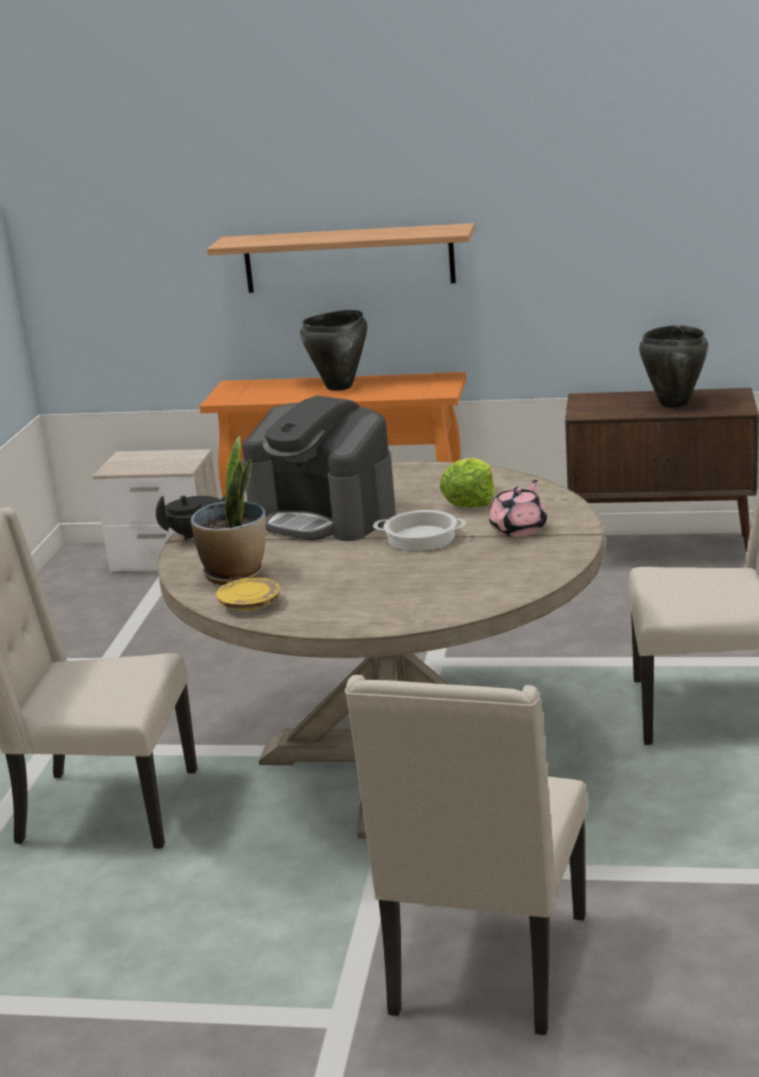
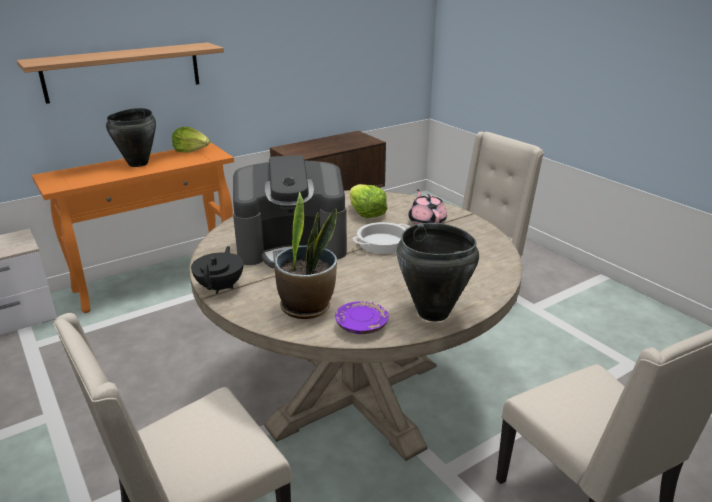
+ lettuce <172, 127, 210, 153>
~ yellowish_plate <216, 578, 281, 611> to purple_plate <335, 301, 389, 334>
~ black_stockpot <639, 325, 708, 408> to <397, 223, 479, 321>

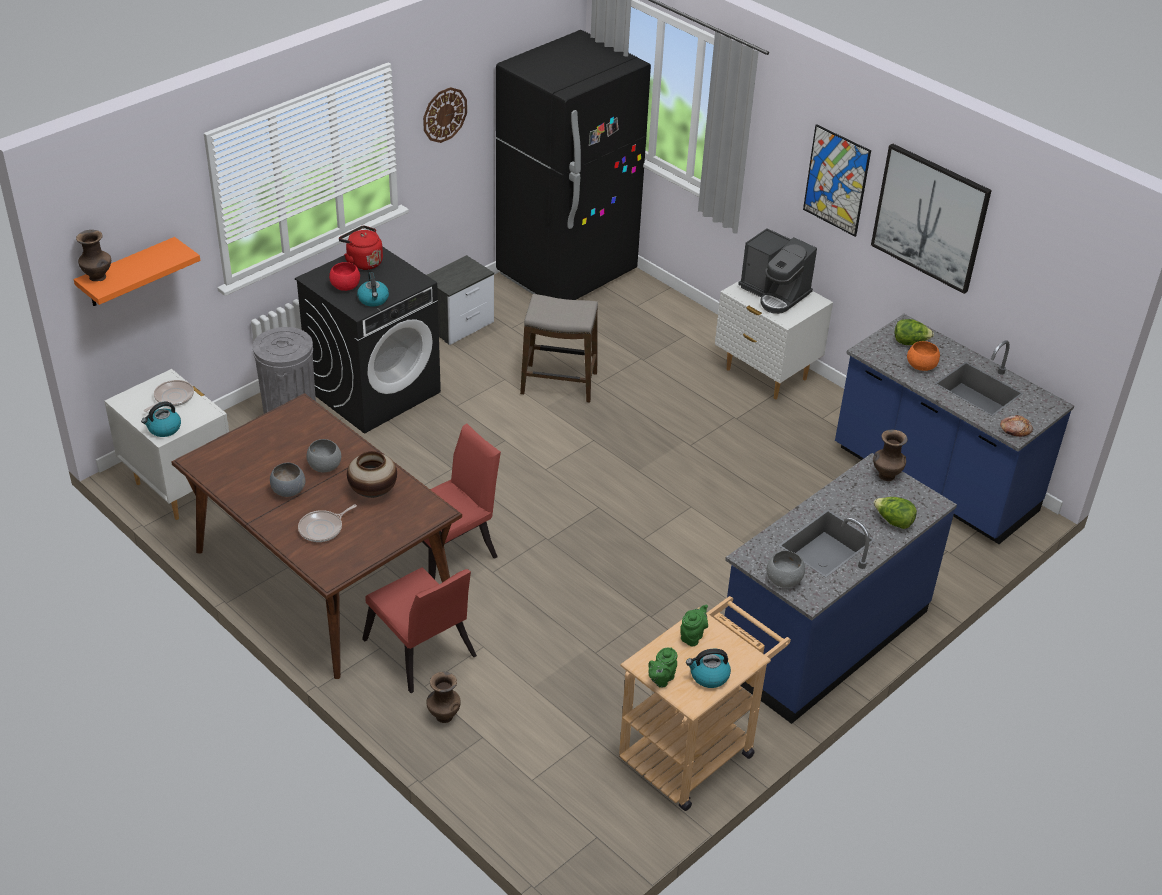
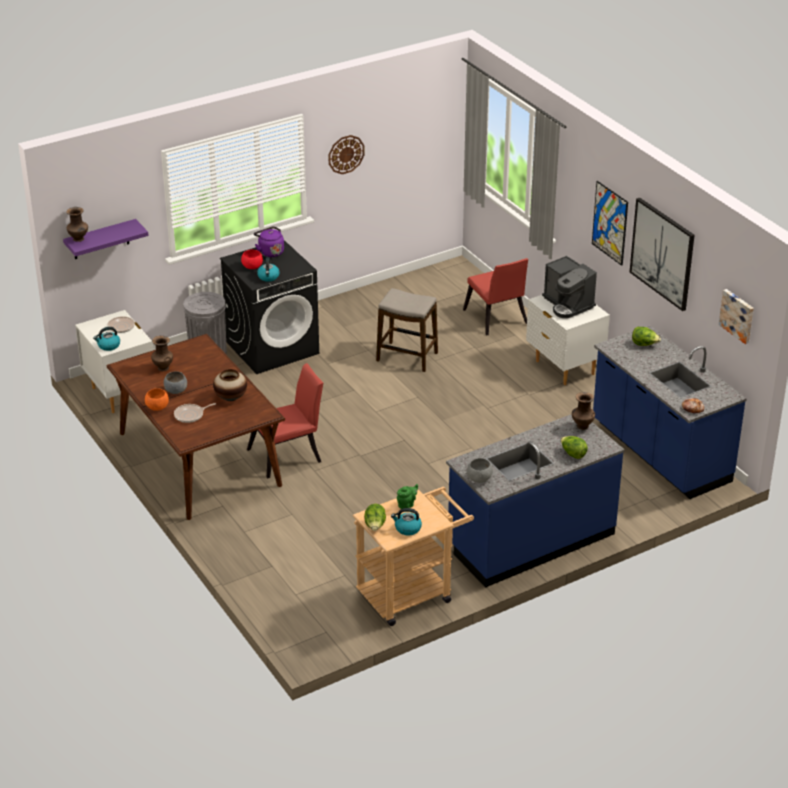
~ orange-coloured_bracket_shelf <74, 237, 200, 306> to purple_bracket_shelf <63, 219, 149, 259>
~ orange-coloured_serving_bowl <907, 341, 940, 371> to <145, 388, 169, 411>
~ brown_vase <426, 672, 461, 723> to <151, 336, 173, 371>
~ reddish_tea_kettle <339, 225, 383, 270> to purple_tea_kettle <254, 226, 284, 257>
~ greenish_tea_pot <648, 647, 677, 688> to lettuce <364, 504, 386, 531>
~ reddish_chair <362, 567, 477, 693> to <463, 258, 528, 335>
+ wall_picture <719, 289, 754, 344>
- gray_serving_bowl <306, 439, 341, 472>
- nightstand <427, 255, 494, 345>
- black_fridge <496, 30, 651, 300>

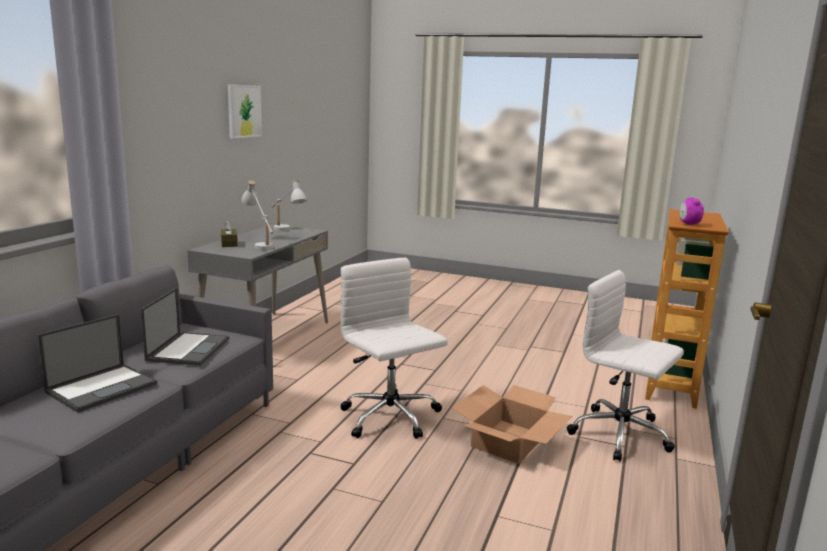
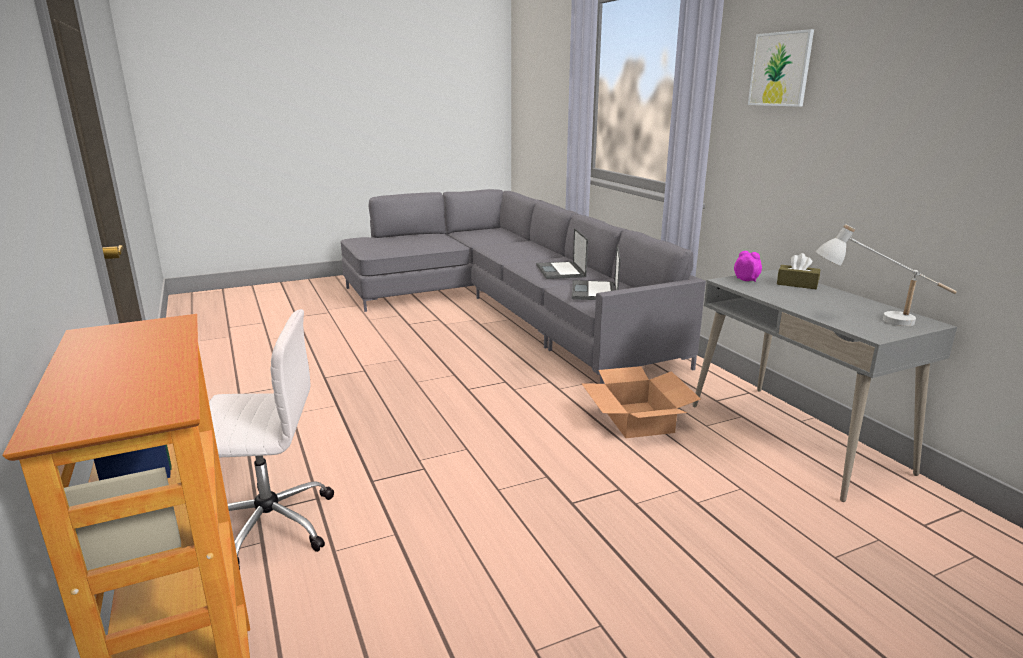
~ laptop <141, 288, 229, 366> = <572, 244, 621, 300> 45 degrees clockwise
~ packing_box <452, 385, 572, 464> to <581, 366, 701, 438>
~ table_clock <679, 197, 704, 226> to <734, 251, 762, 282>
~ wall_picture <228, 84, 262, 139> to <748, 29, 814, 107>
- white-coloured_table_lamp <241, 181, 273, 250>
- white-coloured_desk_chair <340, 258, 448, 439>

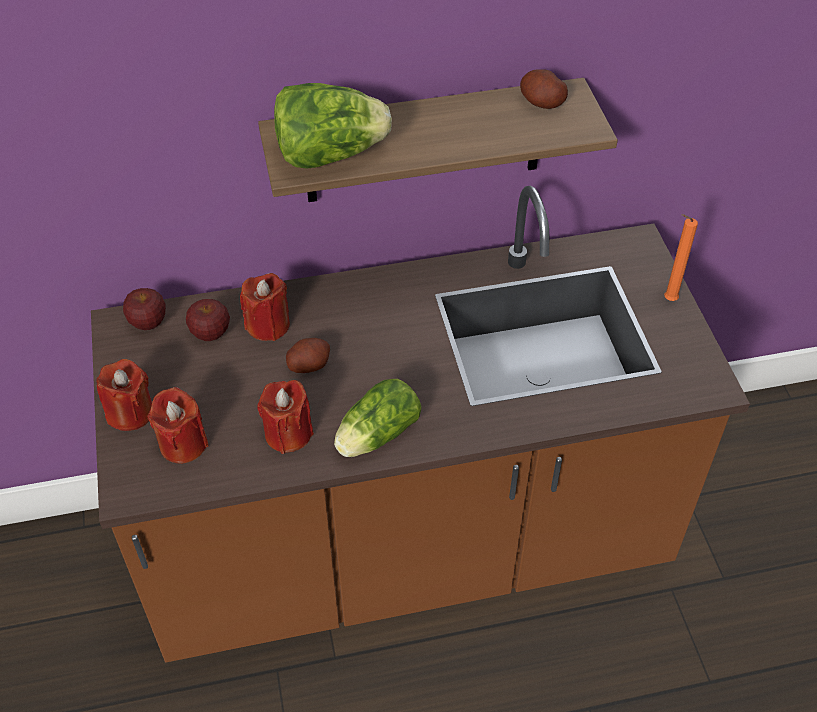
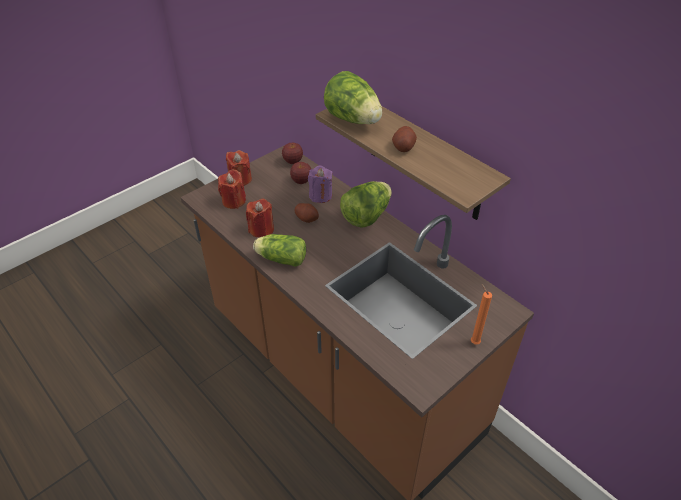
~ reddish_wax_light <240, 273, 290, 341> to purple_wax_light <308, 166, 333, 203>
+ lettuce <340, 181, 392, 228>
~ potato <520, 69, 568, 109> to <392, 126, 417, 152>

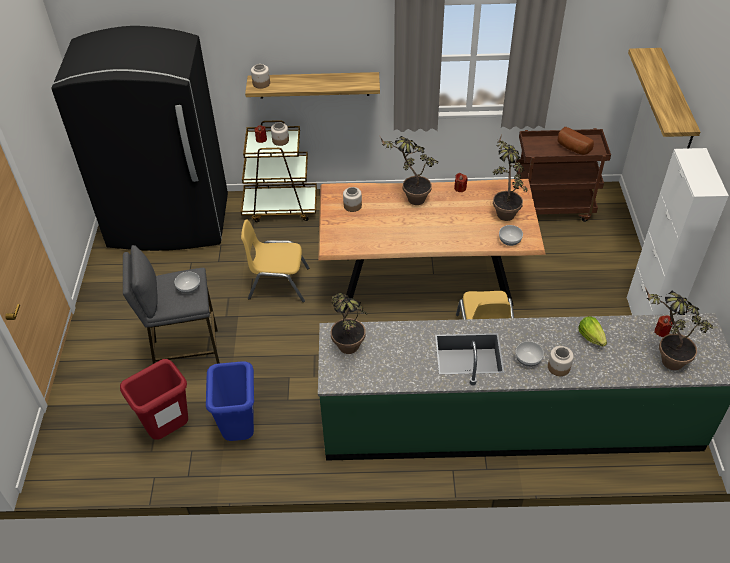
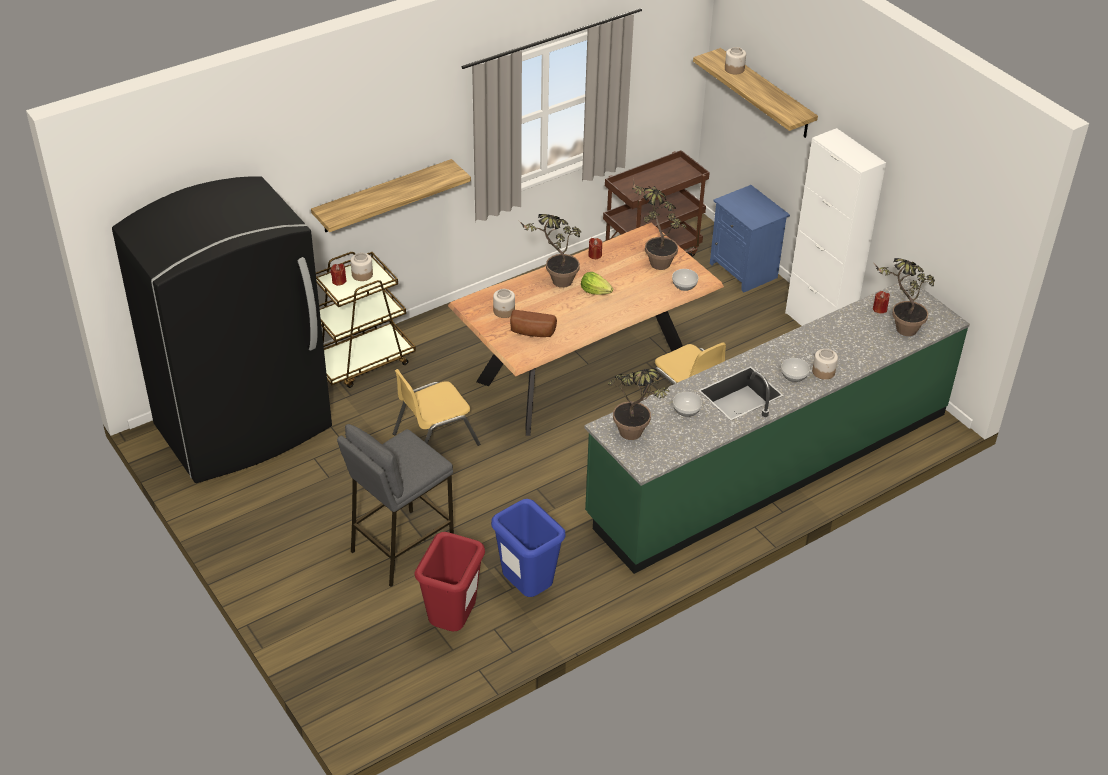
~ bread <558, 127, 594, 155> to <510, 310, 557, 337>
~ lettuce <578, 316, 607, 346> to <581, 272, 613, 295>
~ serving_bowl <175, 272, 200, 294> to <673, 392, 702, 417>
+ blue-coloured_nightstand <710, 185, 790, 292>
~ preserve_jar <251, 64, 270, 89> to <725, 47, 746, 74>

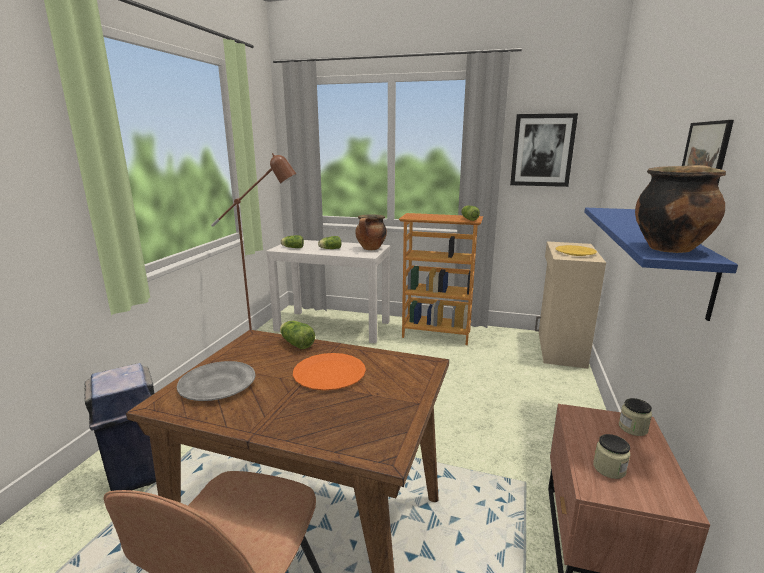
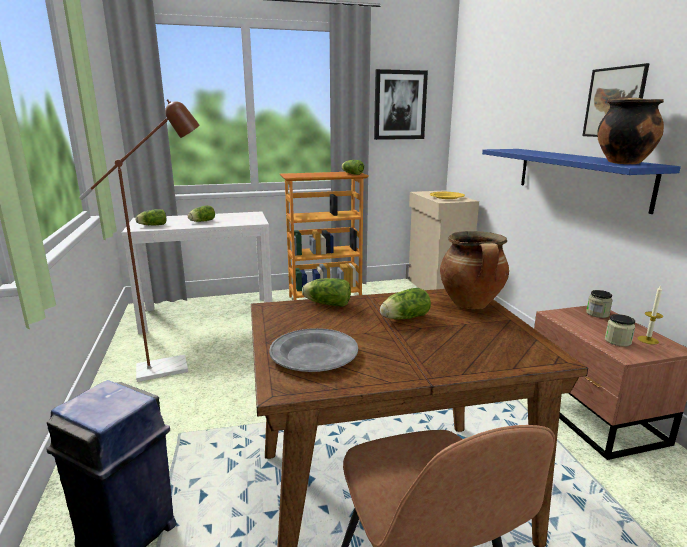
~ orange-coloured_plate <293, 353, 366, 390> to lettuce <380, 288, 431, 320>
~ stockpot <355, 214, 387, 250> to <440, 231, 509, 309>
+ wax_light <638, 286, 663, 344>

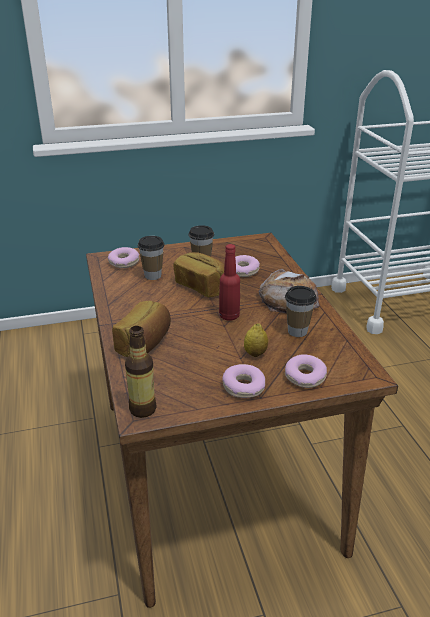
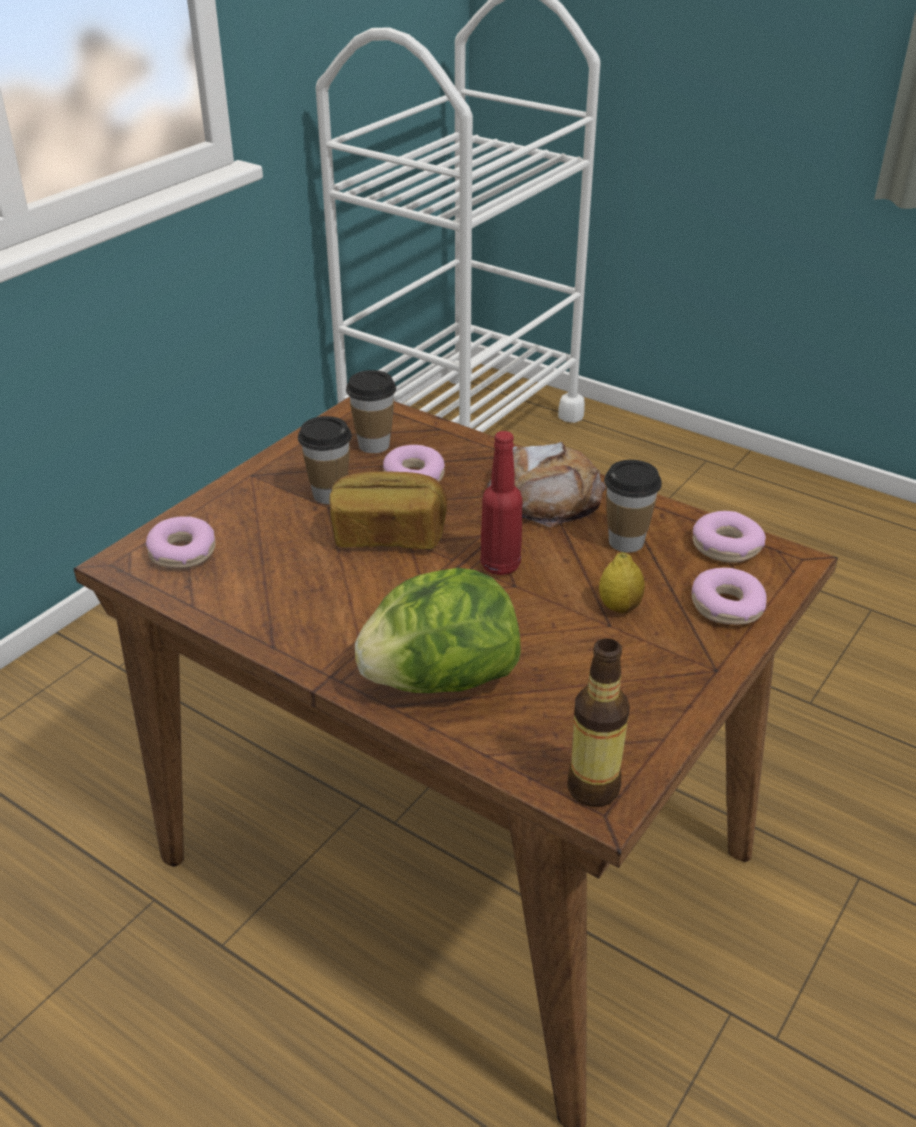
~ drinking_cup <138, 236, 165, 280> to <346, 370, 396, 453>
~ bread <112, 301, 171, 357> to lettuce <355, 568, 521, 693>
~ doughnut <222, 364, 265, 398> to <693, 511, 766, 563>

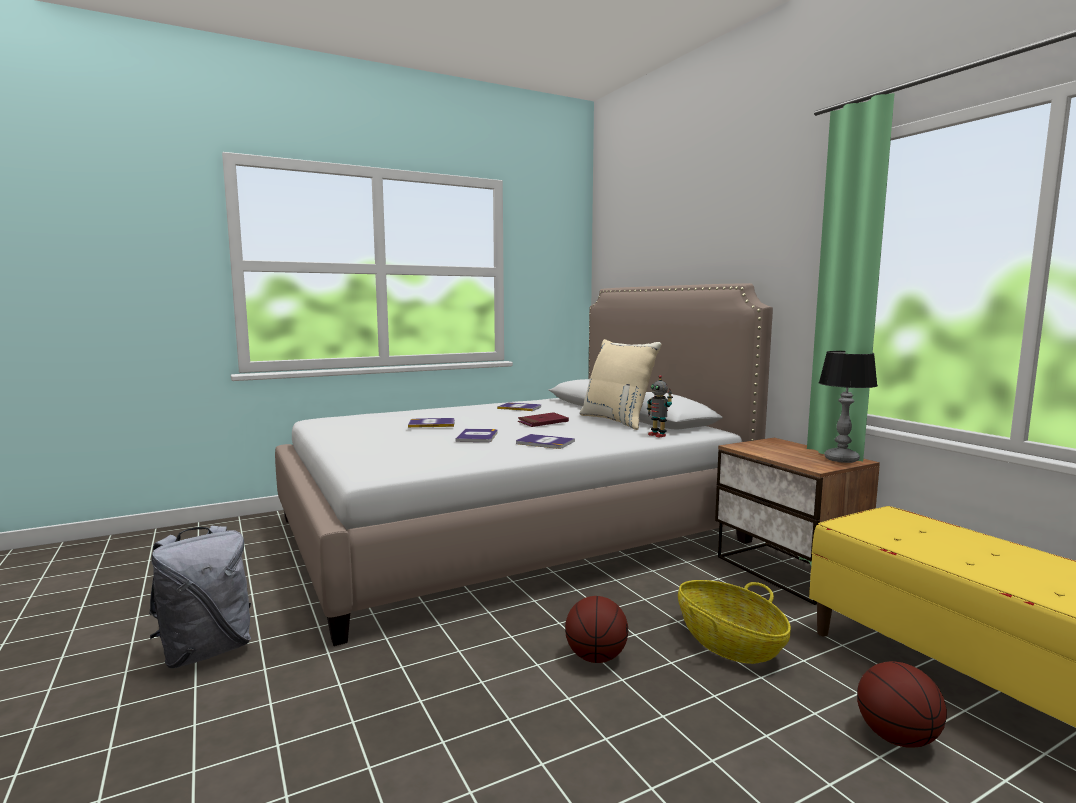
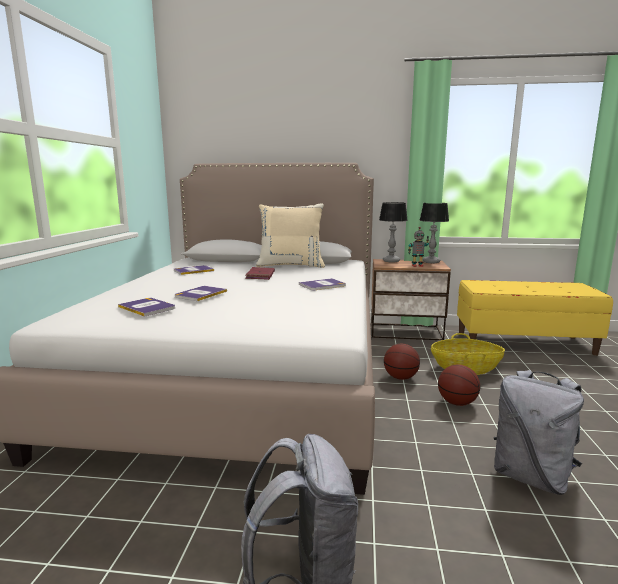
~ volume <455, 429, 497, 442> to <118, 298, 175, 317>
+ table_lamp <379, 202, 408, 262>
~ basketball <857, 661, 947, 748> to <384, 344, 420, 380>
~ robot_figure <647, 375, 673, 437> to <408, 227, 429, 267>
+ gray_backpack <494, 370, 584, 495>

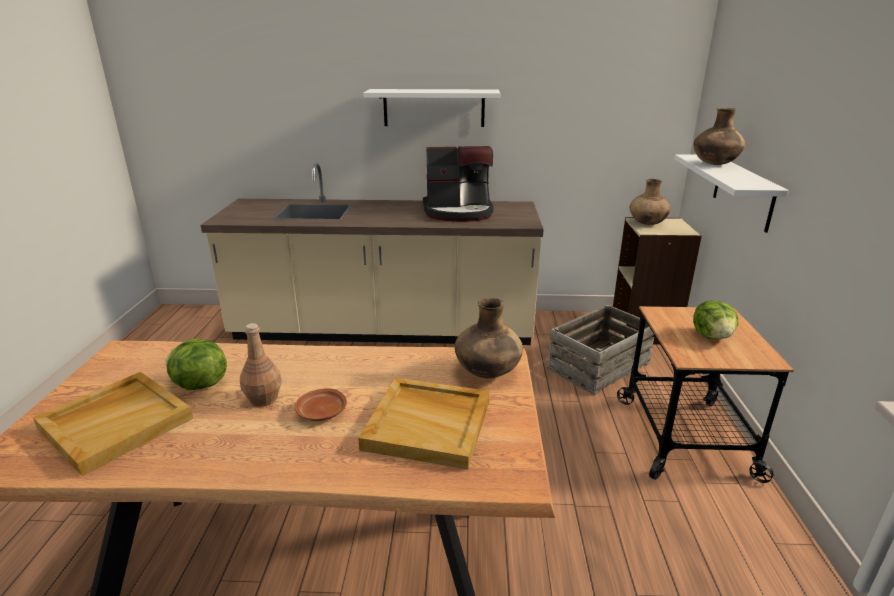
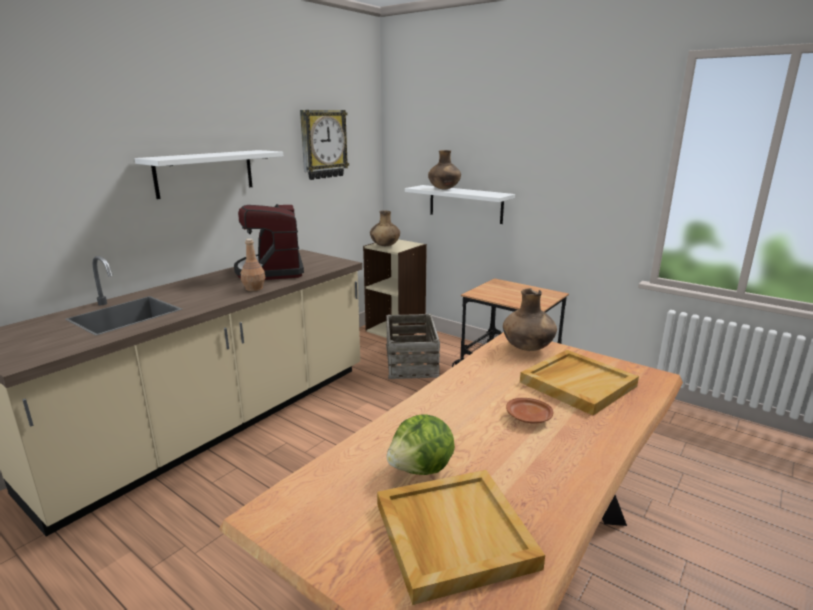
~ coffee_machine <423, 146, 493, 222> = <234, 204, 304, 280> 135 degrees clockwise
~ brown_drink_bottle <240, 323, 282, 407> to <241, 239, 265, 291>
+ wall_clock <300, 110, 349, 180>
- lettuce <693, 300, 738, 340>

